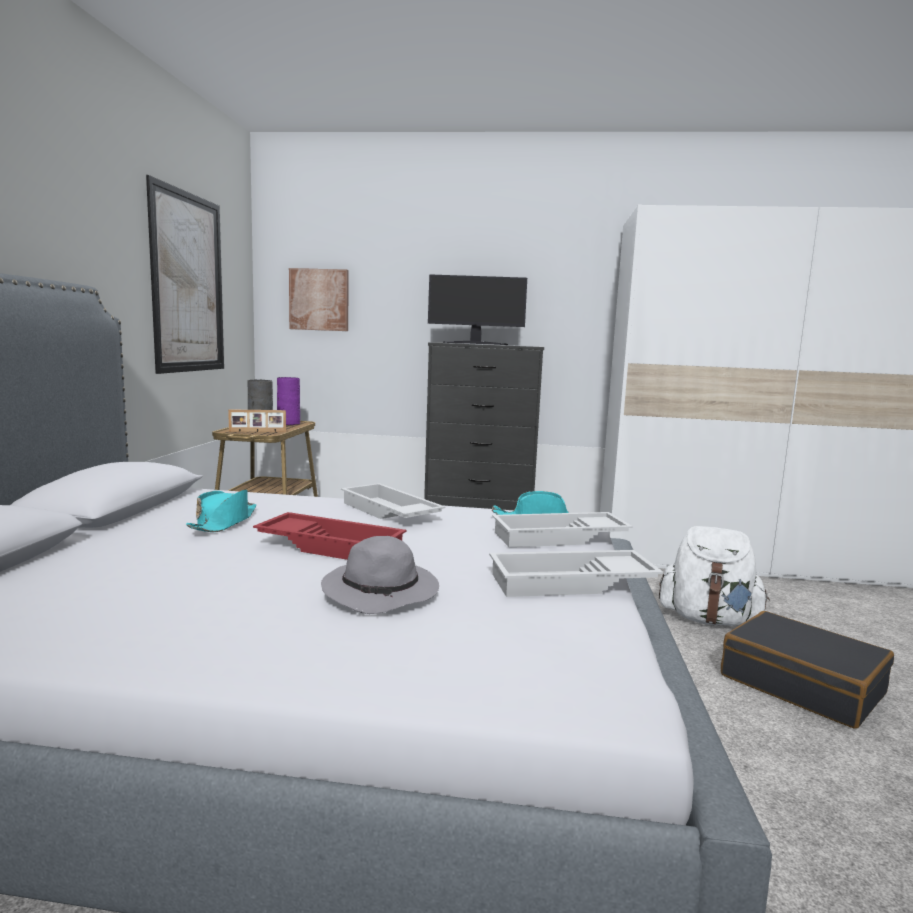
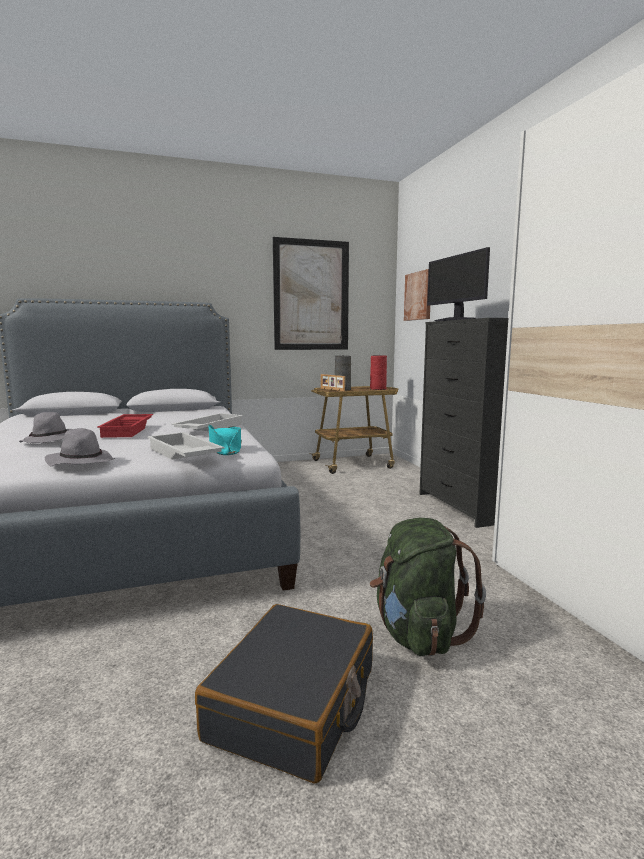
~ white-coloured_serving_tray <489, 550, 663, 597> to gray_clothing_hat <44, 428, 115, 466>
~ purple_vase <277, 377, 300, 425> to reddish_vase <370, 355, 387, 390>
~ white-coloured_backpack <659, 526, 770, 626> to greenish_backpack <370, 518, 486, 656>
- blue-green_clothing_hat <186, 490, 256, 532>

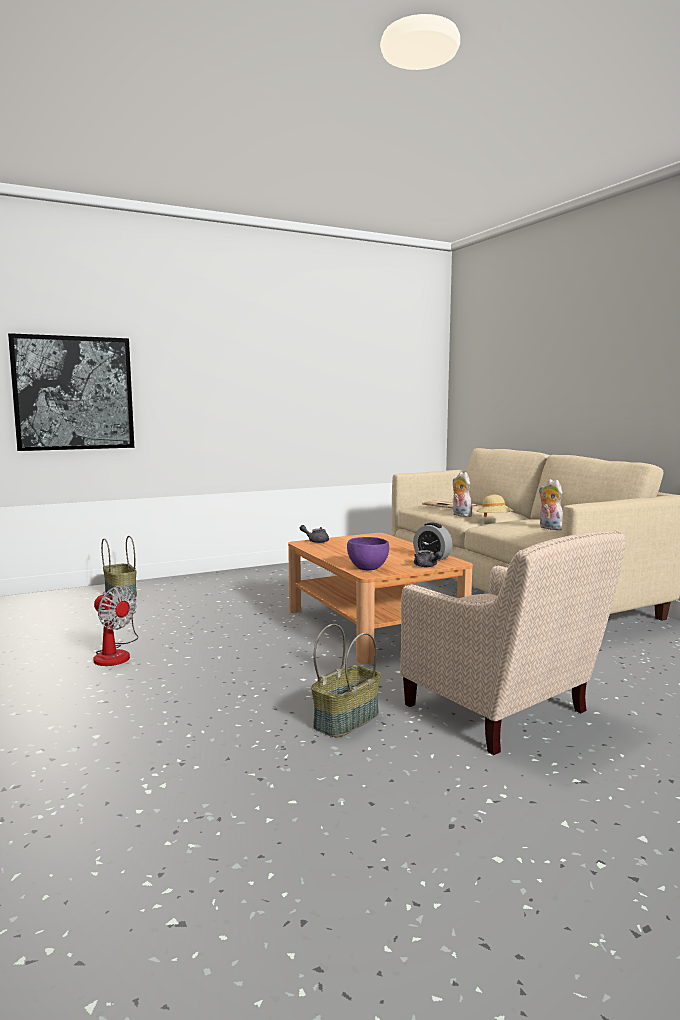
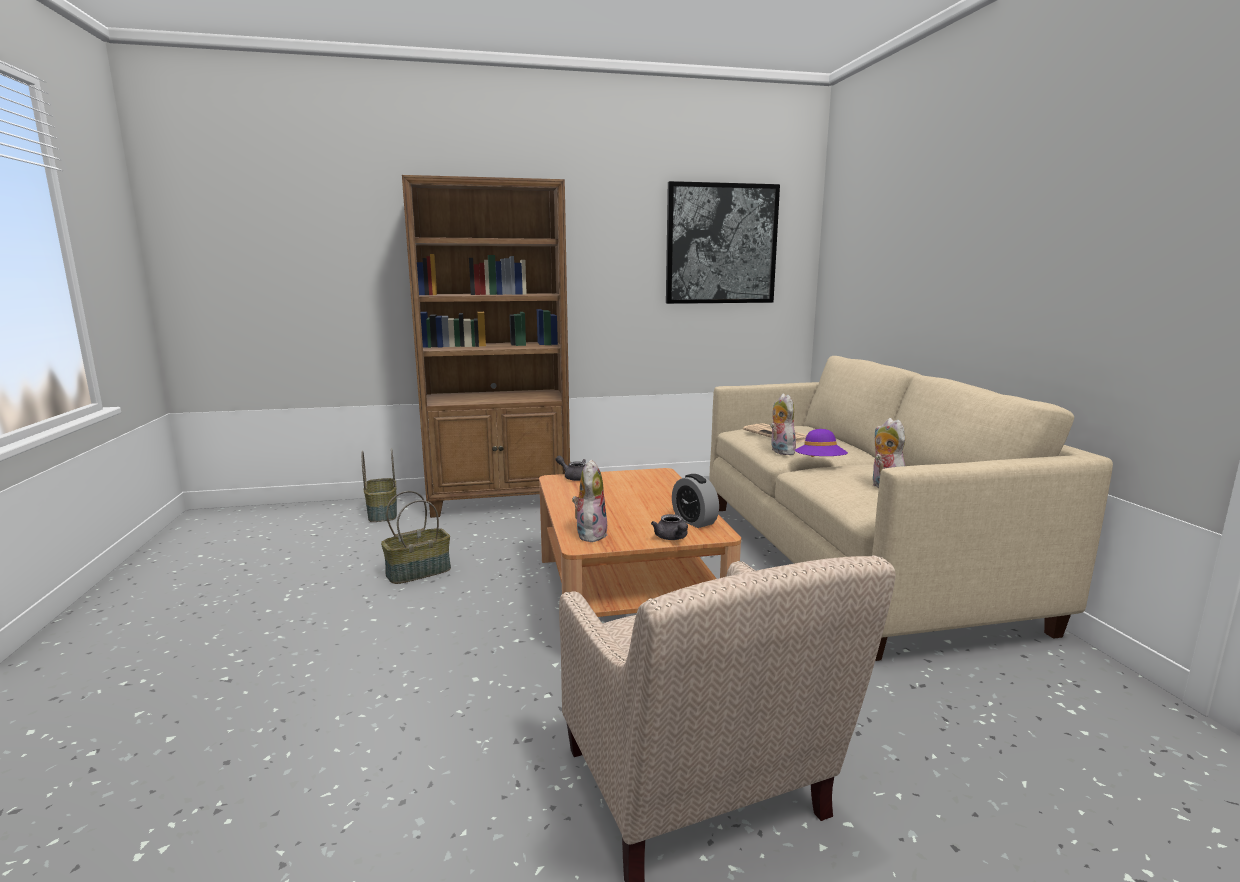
~ storage_basket <311, 624, 381, 737> to <381, 491, 451, 584>
+ brown_bookcase <402, 175, 570, 518>
~ purple_serving_bowl <347, 537, 389, 570> to plush_toy <572, 459, 607, 542>
~ wall_picture <8, 333, 134, 451> to <666, 181, 780, 304>
~ sand-coloured_clothing_hat <476, 495, 514, 517> to purple_clothing_hat <795, 429, 848, 457>
- electric_fan <93, 586, 138, 666>

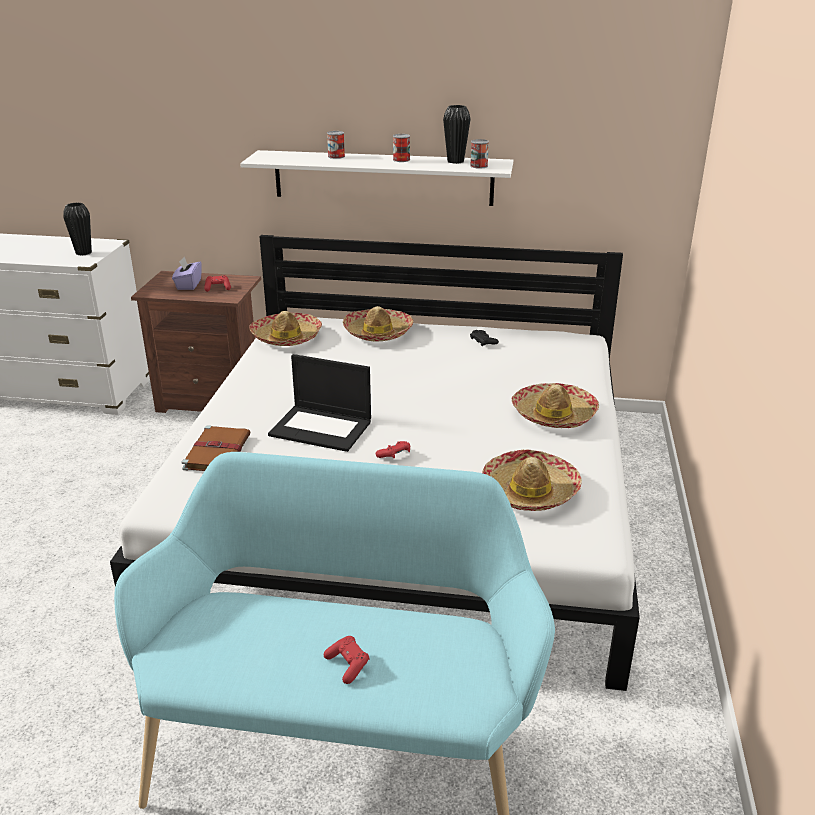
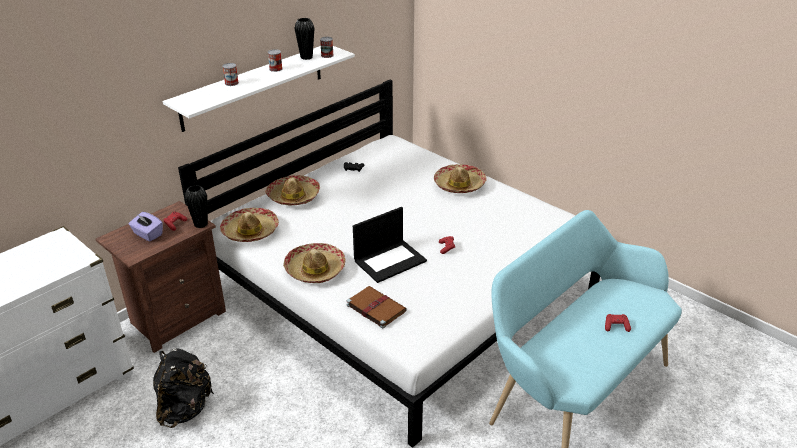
+ black_backpack <153, 349, 214, 428>
~ black_vase <63, 202, 92, 256> to <185, 185, 208, 228>
~ clothing_hat <482, 449, 582, 511> to <283, 243, 346, 283>

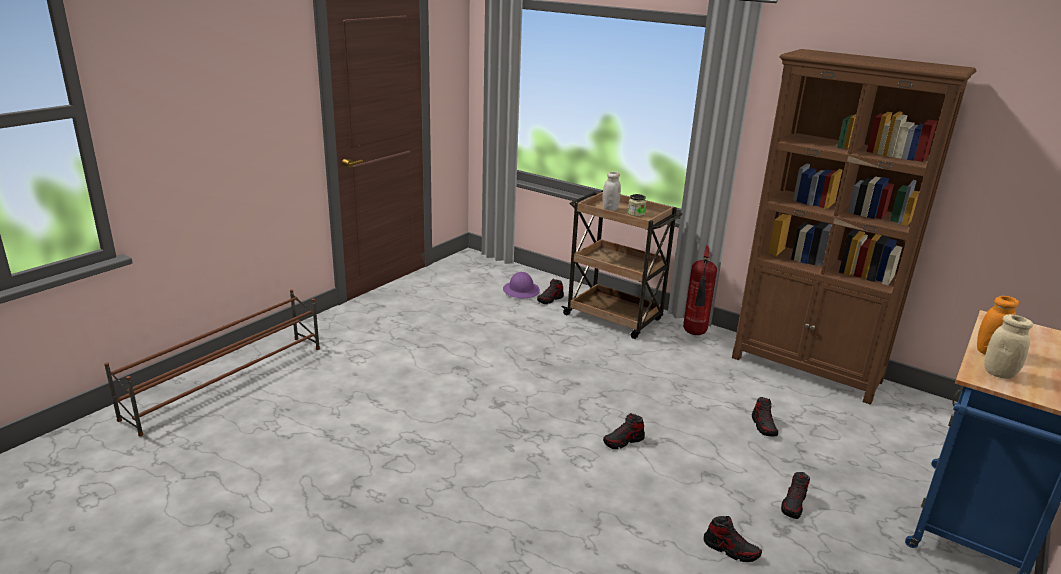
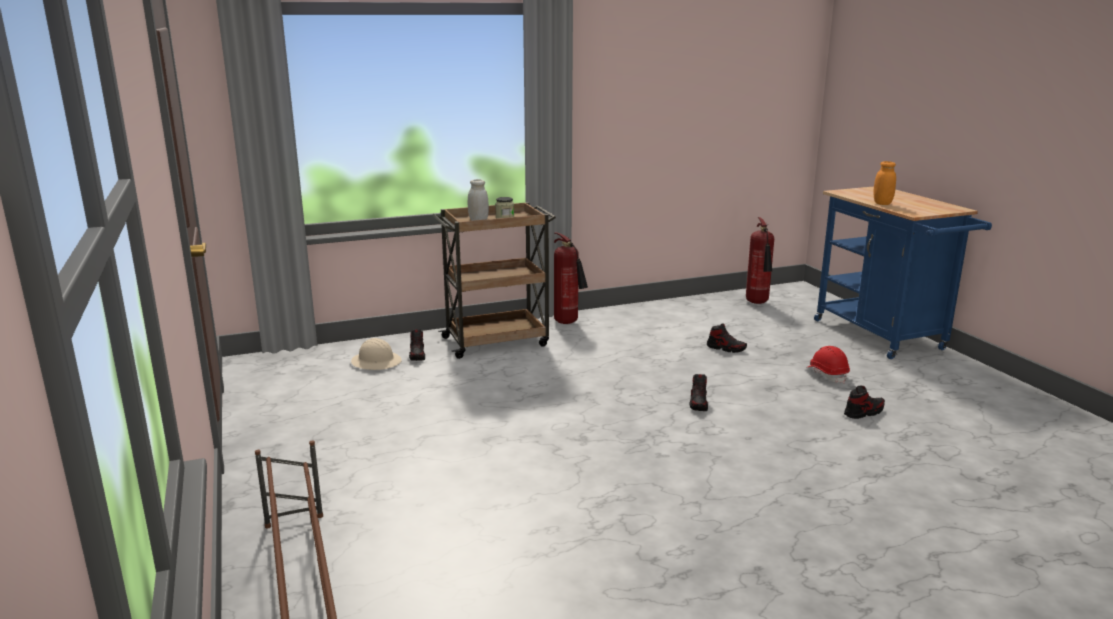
~ purple_safety_helmet <503, 272, 540, 298> to sand-coloured_safety_helmet <351, 338, 402, 370>
+ extinguisher <746, 217, 774, 304>
~ item_of_footwear <781, 472, 810, 519> to reddish_safety_helmet <806, 346, 850, 383>
- brown_bookcase <732, 49, 976, 405>
- sand-coloured_preserve_jar <984, 314, 1033, 379>

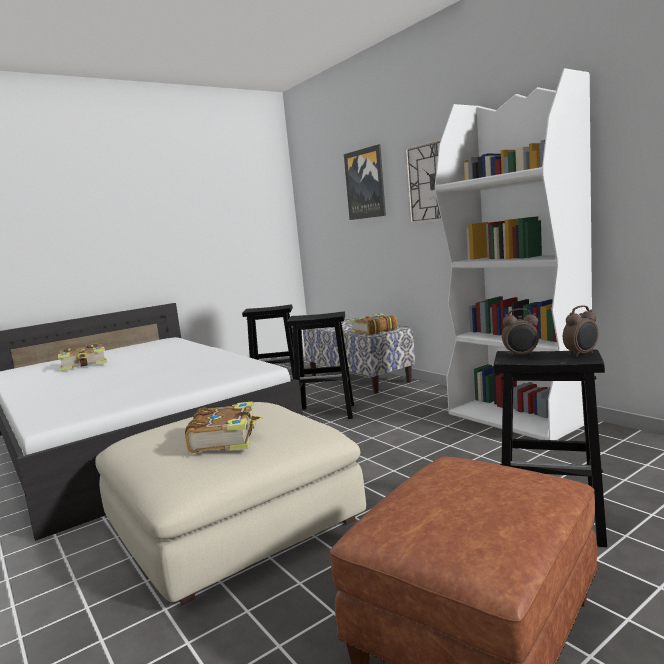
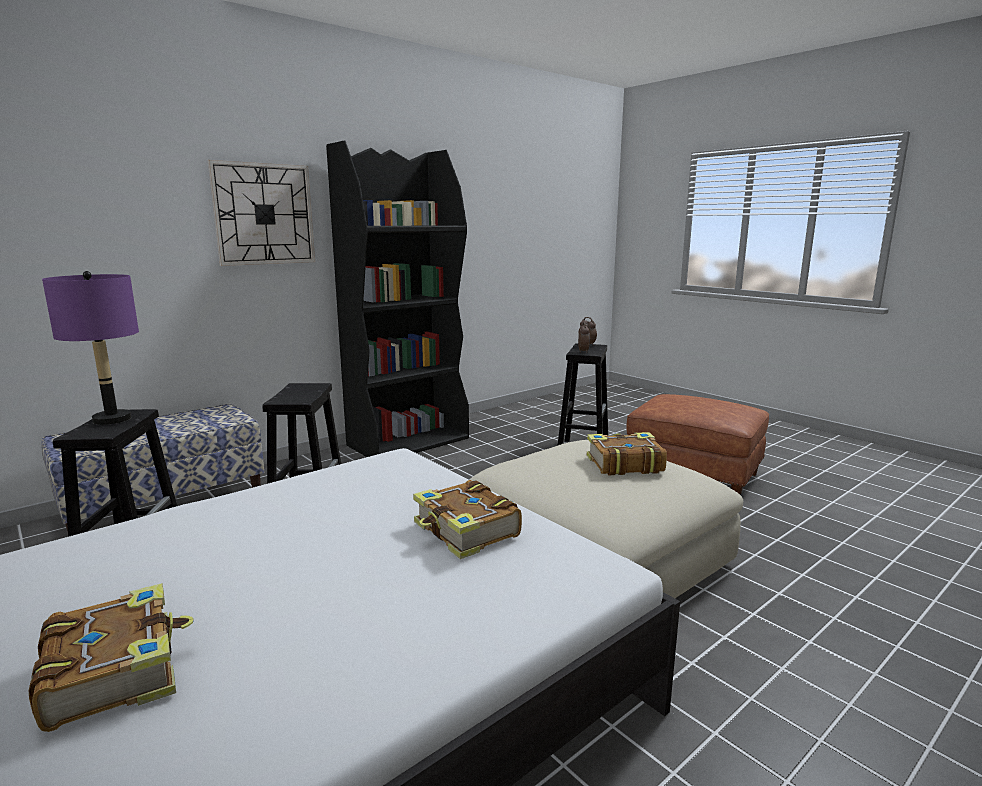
+ purple_table_lamp <42, 271, 139, 425>
~ white-coloured_bookcase <435, 68, 592, 440> to black_bookcase <326, 140, 469, 457>
~ volume <350, 313, 397, 335> to <413, 480, 522, 559>
- wall_picture <344, 144, 386, 220>

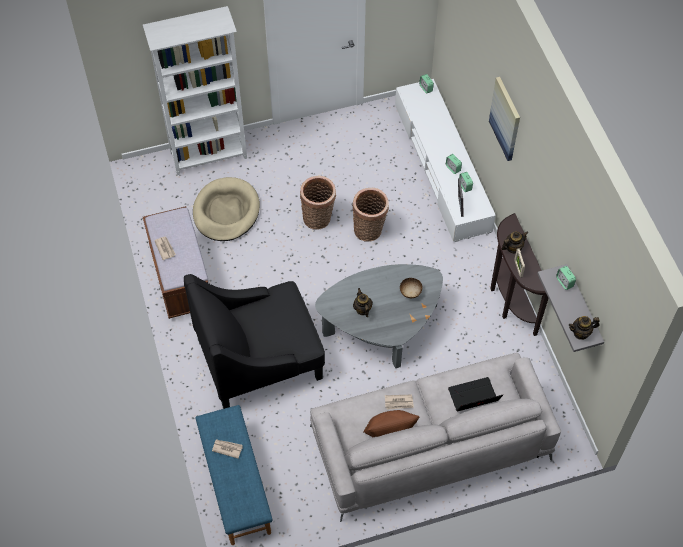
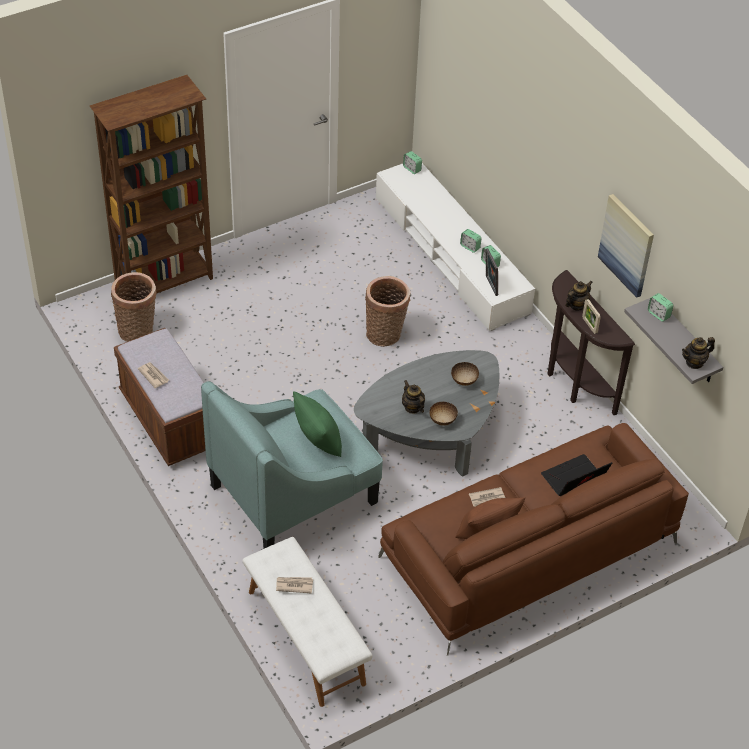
~ white-coloured_bookcase <143, 6, 247, 175> to brown_bookcase <90, 75, 213, 293>
~ storage_basket <300, 176, 336, 230> to <111, 272, 157, 342>
~ black_lounge_chair <184, 274, 325, 409> to blue-green_lounge_chair <201, 381, 383, 548>
~ blue-coloured_bench <195, 405, 273, 545> to white-coloured_bench <243, 537, 372, 707>
+ greenish_cushion <293, 391, 342, 457>
~ gray_couch <310, 352, 561, 522> to brown_couch <378, 423, 689, 656>
+ serving_bowl <429, 402, 458, 426>
~ wall_picture <489, 77, 520, 161> to <598, 194, 654, 298>
- sand-coloured_dog_cushion <193, 177, 260, 241>

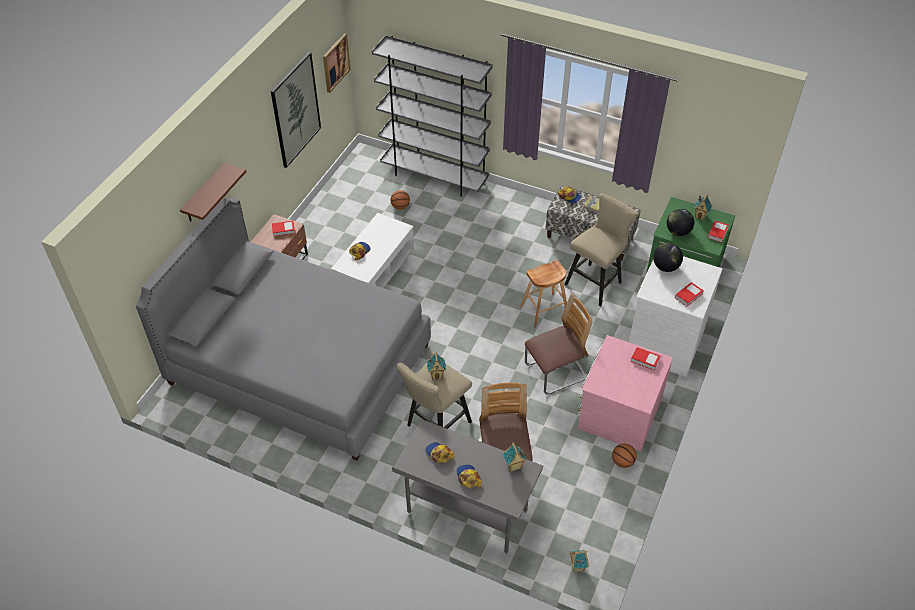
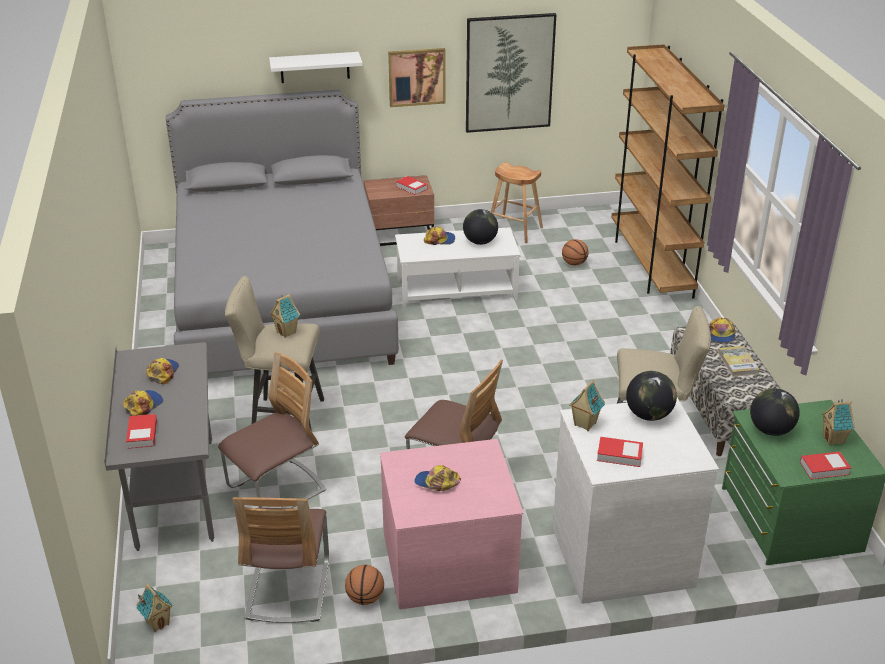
~ volume <631, 347, 661, 370> to <126, 414, 157, 449>
+ chair <233, 497, 329, 623>
~ brown_bracket_shelf <180, 163, 246, 222> to white-coloured_bracket_shelf <269, 52, 362, 83>
~ wall_picture <323, 33, 350, 93> to <388, 48, 446, 107>
+ peaked_cap <414, 465, 461, 491>
+ globe <463, 209, 498, 245>
~ brown_stool <520, 260, 567, 328> to <491, 162, 543, 243>
~ model_house <503, 443, 526, 472> to <569, 380, 605, 431>
~ gray_bookcase <372, 35, 493, 197> to brown_bookcase <611, 44, 725, 298>

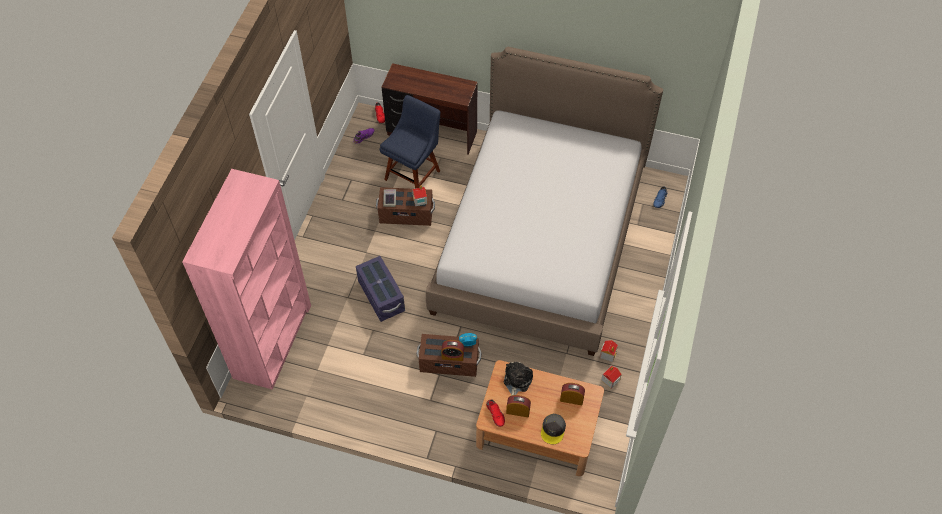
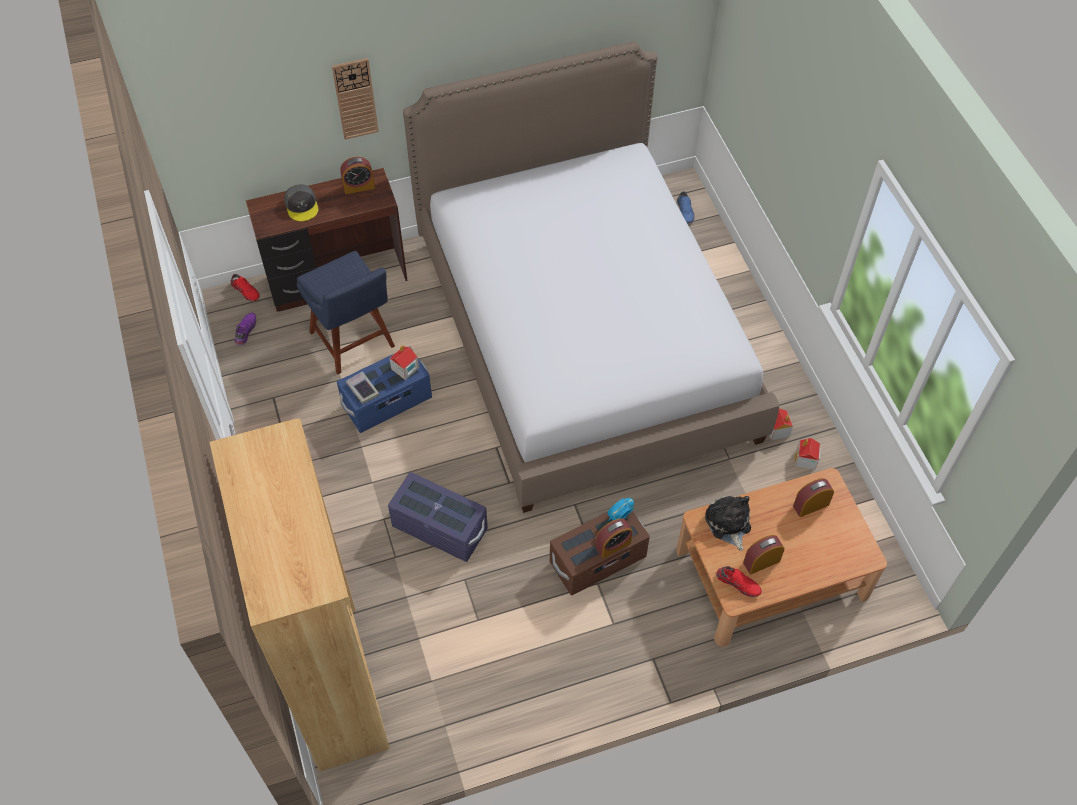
~ pinkish_bookcase <182, 169, 311, 390> to brown_bookcase <210, 418, 390, 771>
~ gray_peaked_cap <541, 414, 566, 444> to <284, 184, 319, 221>
~ blue-coloured_chair <379, 95, 441, 189> = <297, 251, 395, 374> 150 degrees clockwise
+ wall_clock <332, 58, 379, 140>
~ brown_storage_box <376, 187, 435, 226> to blue-coloured_storage_box <337, 346, 432, 433>
+ table_clock <340, 157, 375, 194>

